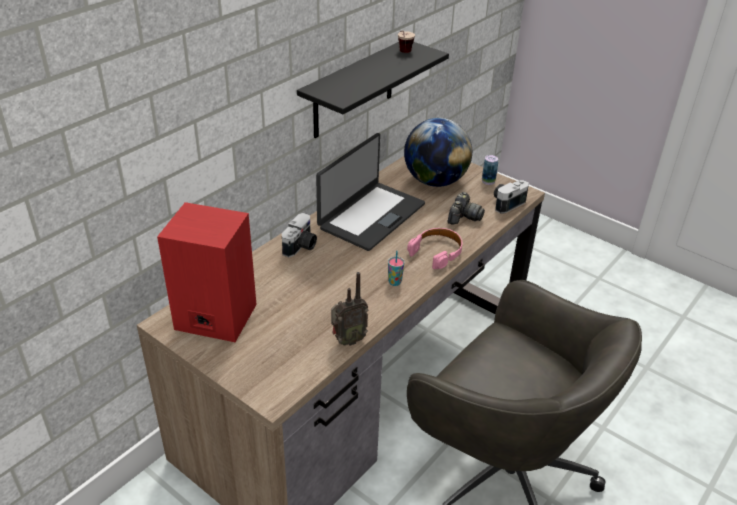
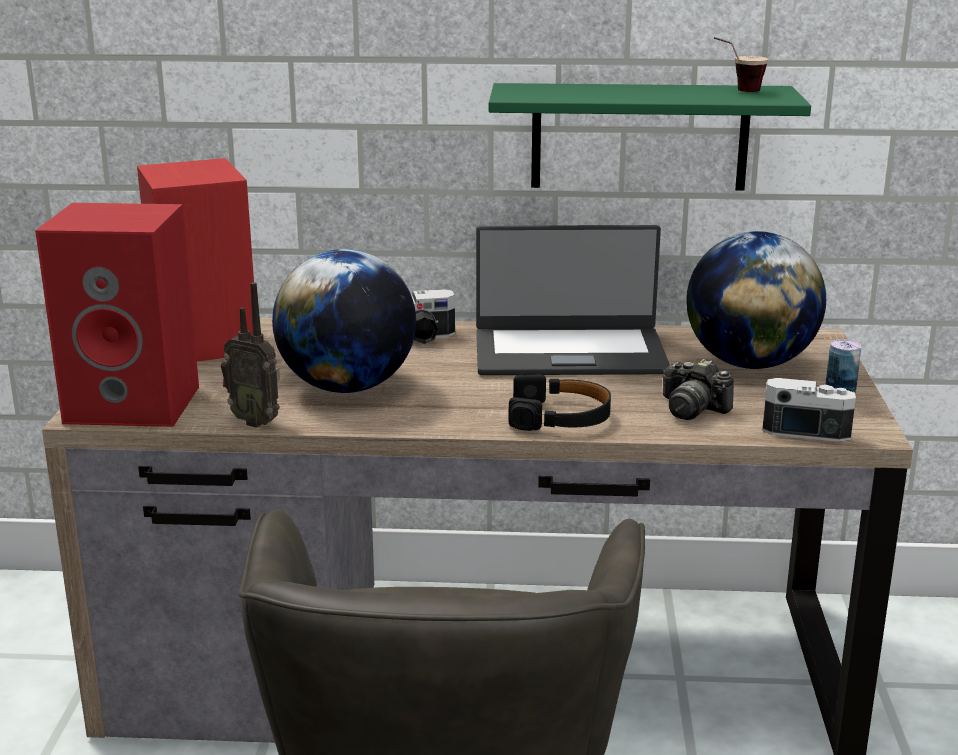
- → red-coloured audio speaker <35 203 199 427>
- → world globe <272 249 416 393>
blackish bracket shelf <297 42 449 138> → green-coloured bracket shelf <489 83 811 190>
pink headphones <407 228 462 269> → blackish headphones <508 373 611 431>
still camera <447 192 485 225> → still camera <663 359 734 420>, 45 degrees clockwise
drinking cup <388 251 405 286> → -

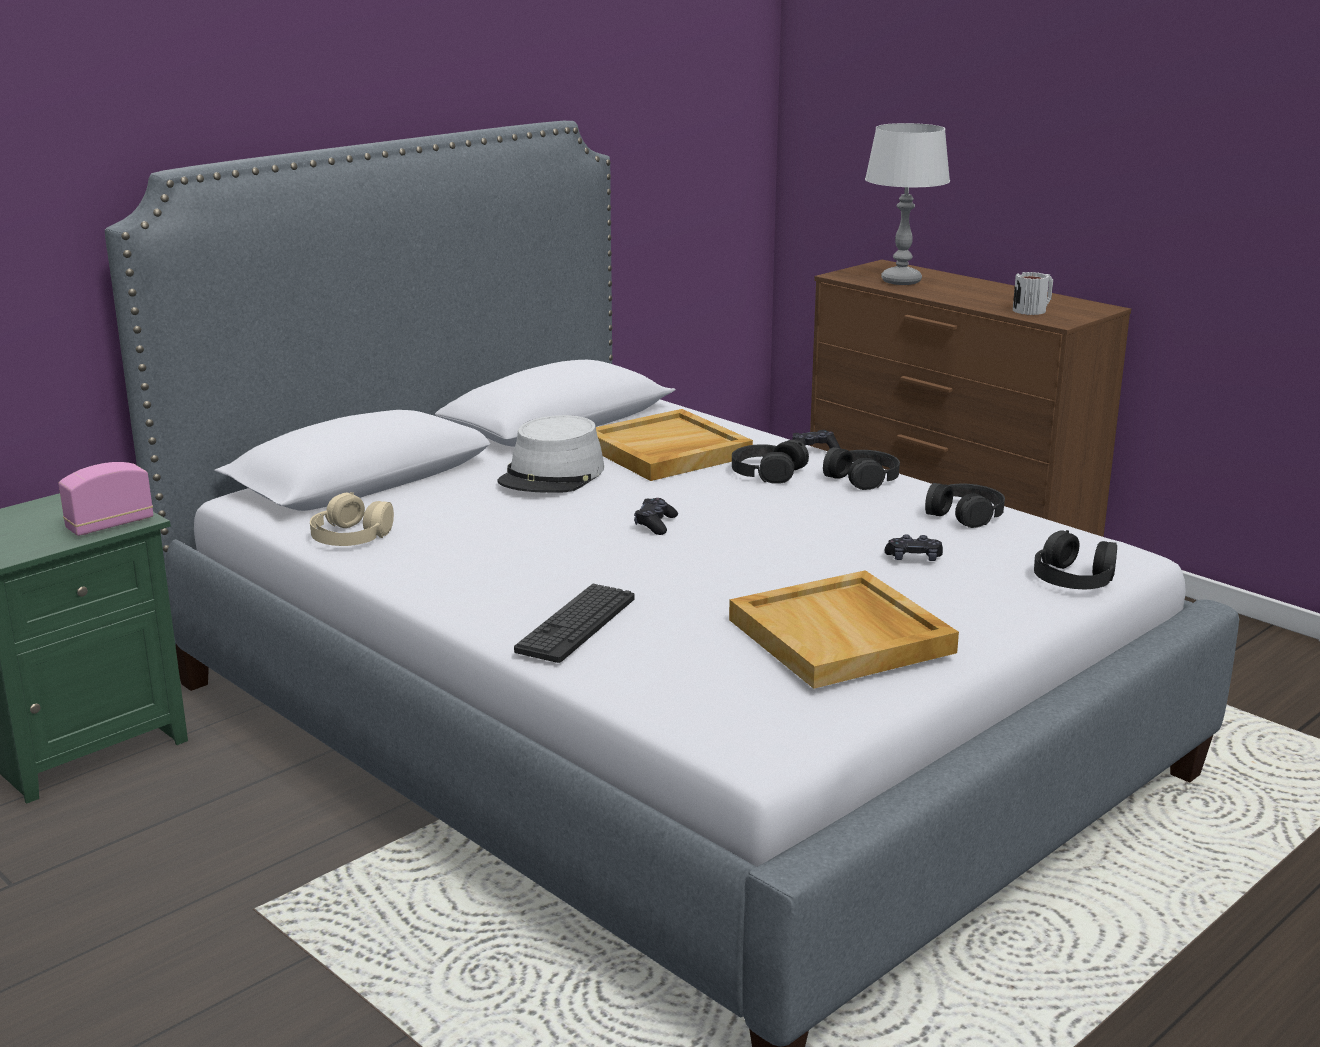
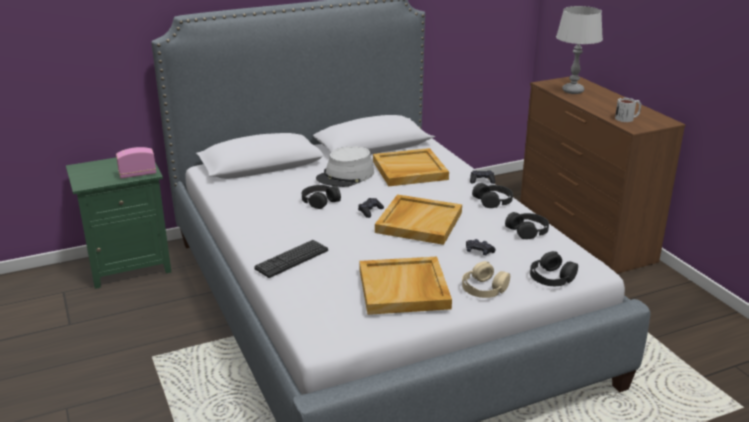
blackish headphones <732 440 809 484> → blackish headphones <302 185 341 209>, moved
- → beige-coloured tray <375 194 462 245>
beige-coloured headphones <310 492 394 546> → beige-coloured headphones <462 261 510 298>, moved

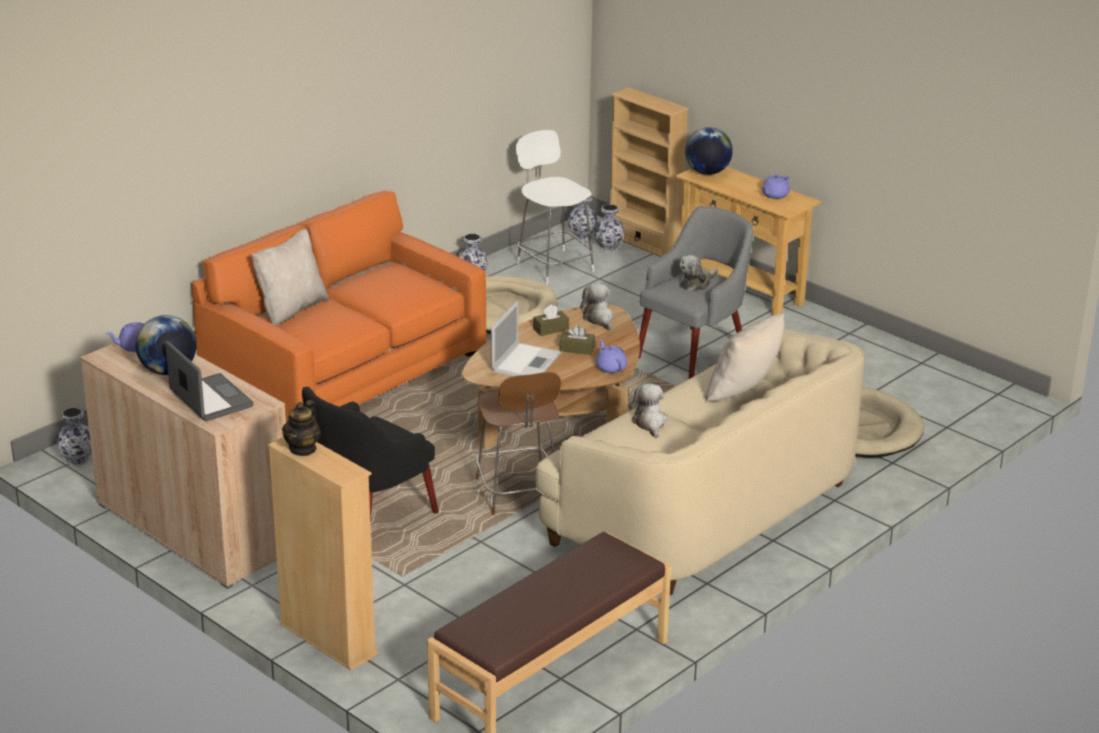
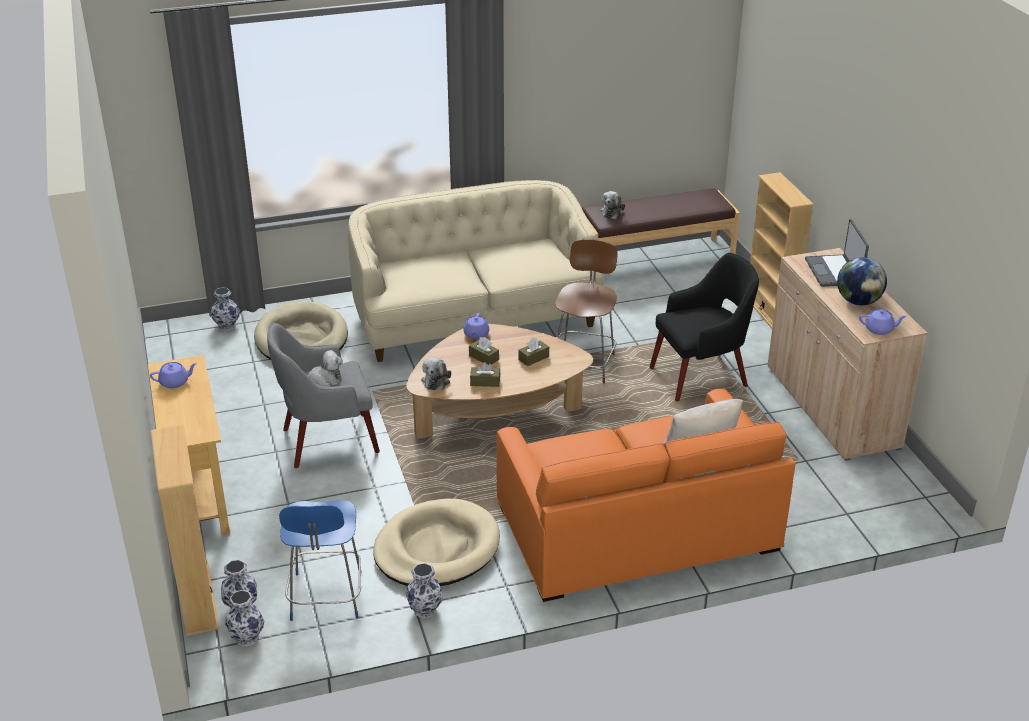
decorative vase <57 407 92 466> → decorative vase <211 287 240 331>, moved
whitish sitting stool <516 130 594 285> → blue-coloured sitting stool <279 500 362 621>
laptop <491 301 561 376> → brown tissue holder <518 338 549 366>
cuddly toy <629 384 667 438> → cuddly toy <600 191 625 219>, moved
pot for tea <282 400 321 456> → -
world globe <685 127 733 175> → -
beige-coloured pillow <705 313 784 402> → -

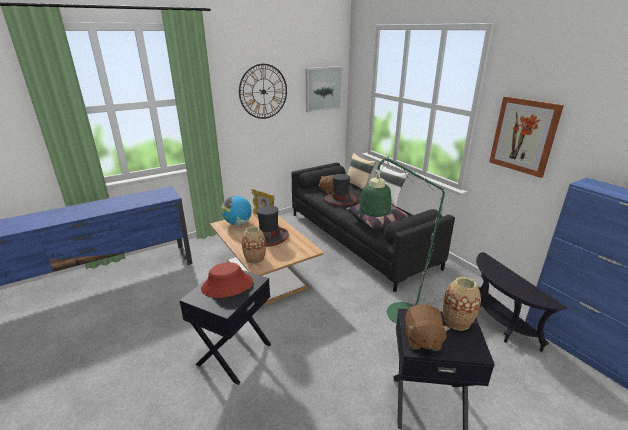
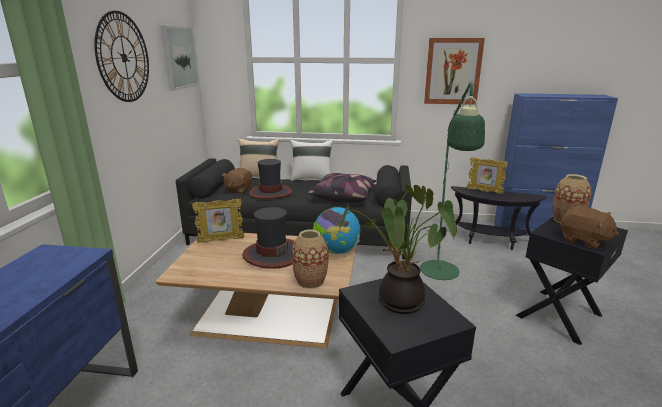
world globe <222 196 252 226> → world globe <313 207 360 254>, moved
red-coloured clothing hat <201 262 253 298> → houseplant <338 184 457 314>
- → standing frame <467 158 508 194>

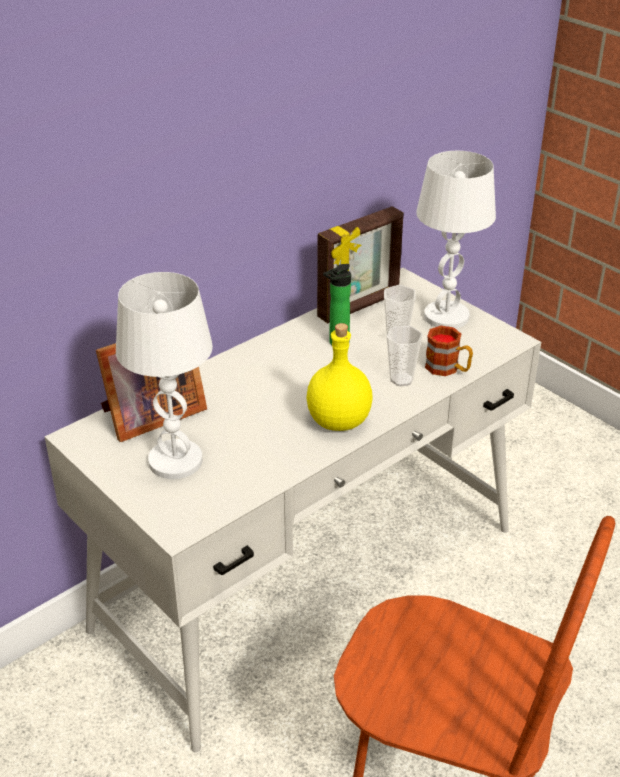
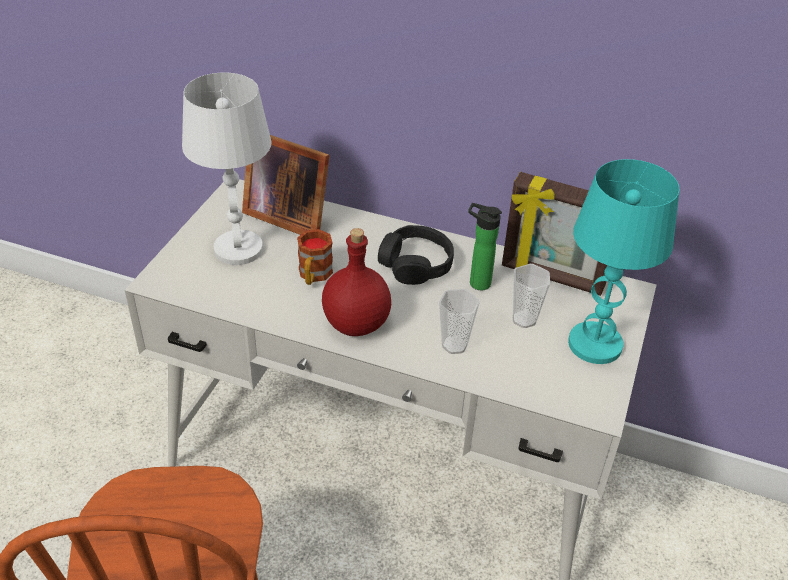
mug <425 326 473 376> → mug <297 229 333 285>, moved
yellowish beverage bottle <306 323 373 431> → red-coloured beverage bottle <322 228 391 336>
- → blackish headphones <378 225 454 285>
whitish tabletop lamp <416 151 496 329> → turquoise-coloured tabletop lamp <568 159 679 364>

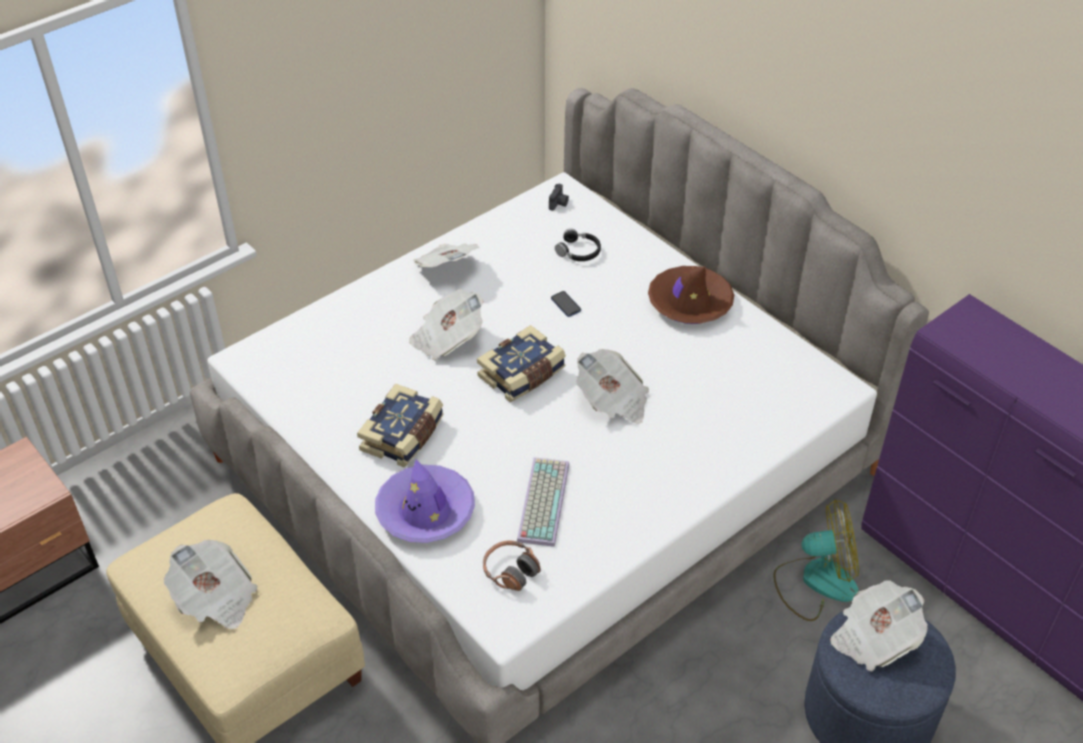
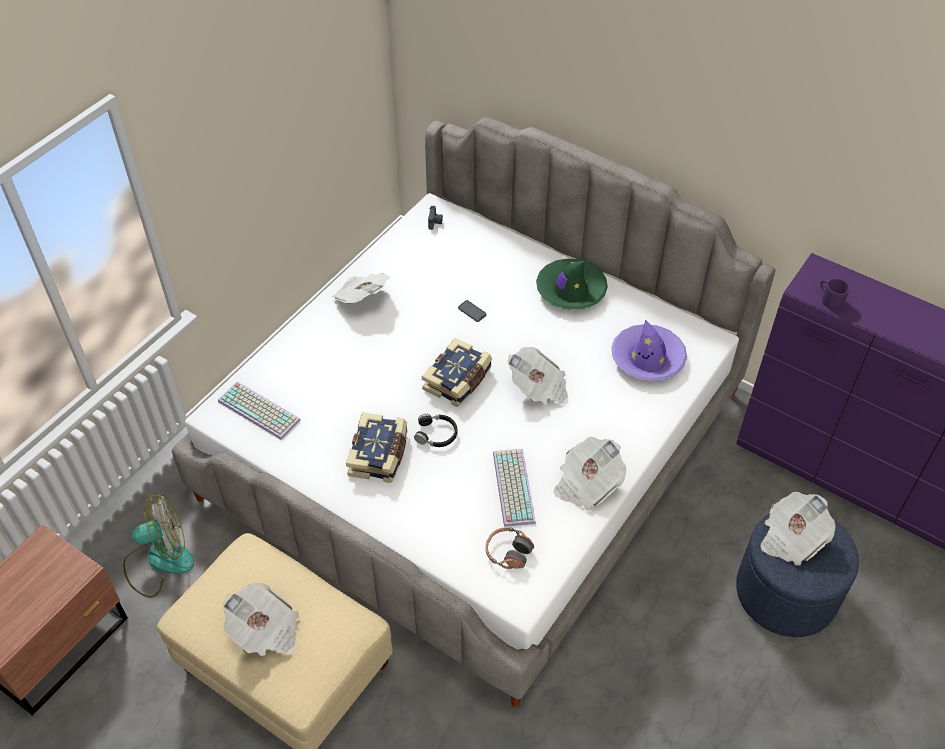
cooling fan <773 499 859 621> → cooling fan <123 494 194 598>, moved
- → keyboard <218 381 301 440>
blackish headphones <555 229 601 261> → blackish headphones <414 414 457 447>, moved
brown clothing hat <648 266 734 324> → green-coloured clothing hat <536 259 608 310>
daily paper <409 289 484 360> → daily paper <554 437 626 511>, moved
purplish clothing hat <375 460 475 543> → purplish clothing hat <611 320 687 381>, moved
- → purplish mug <820 279 850 309>

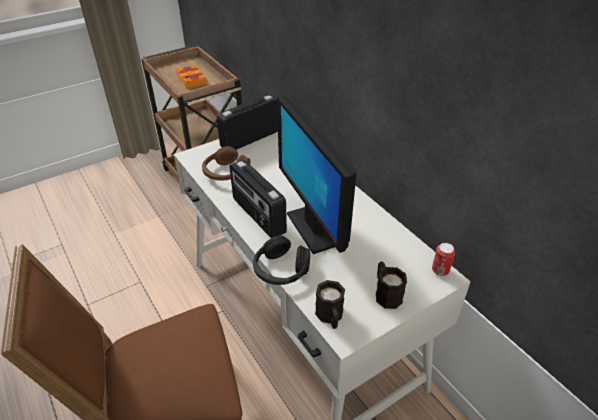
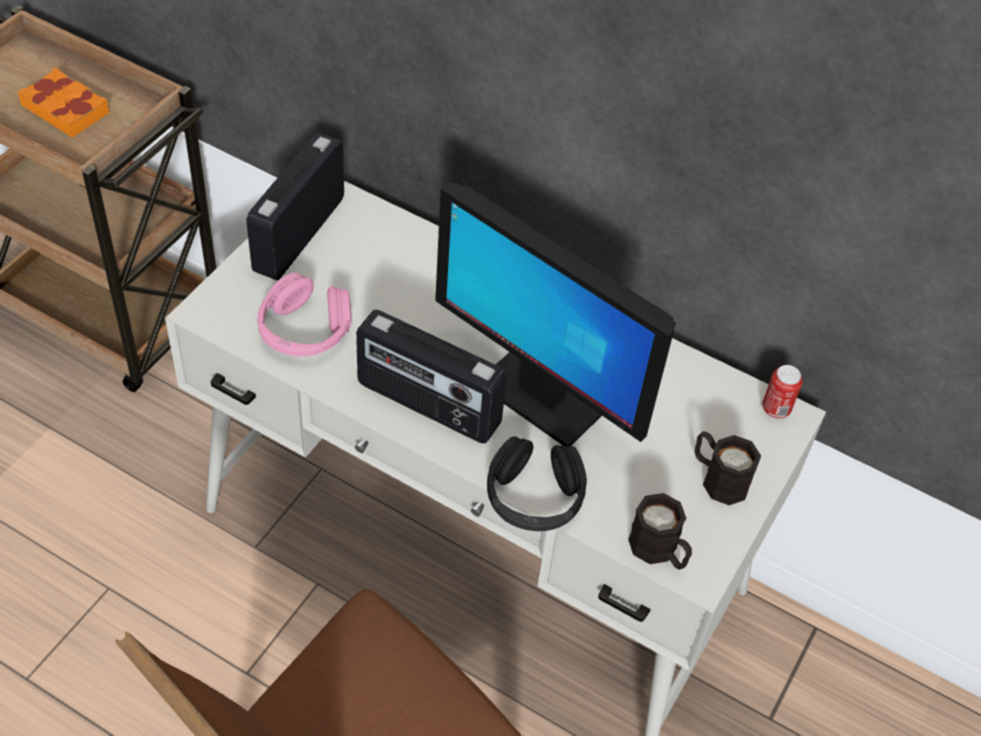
brown headphones <202 146 250 181> → pink headphones <258 273 351 356>

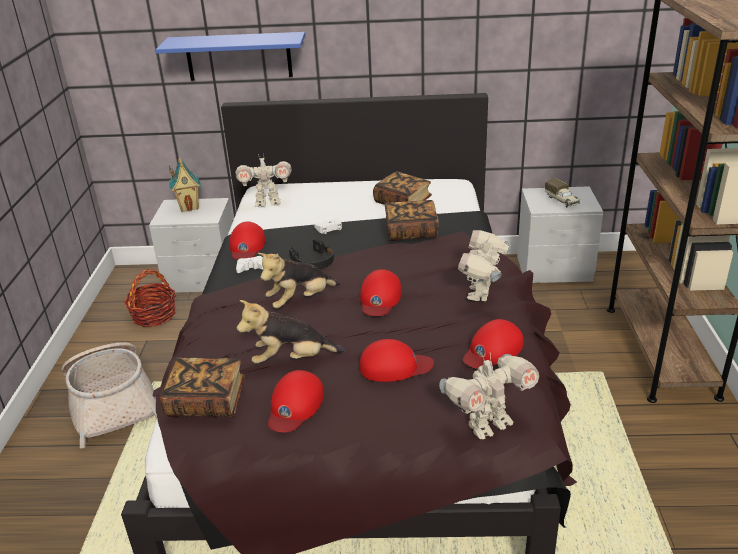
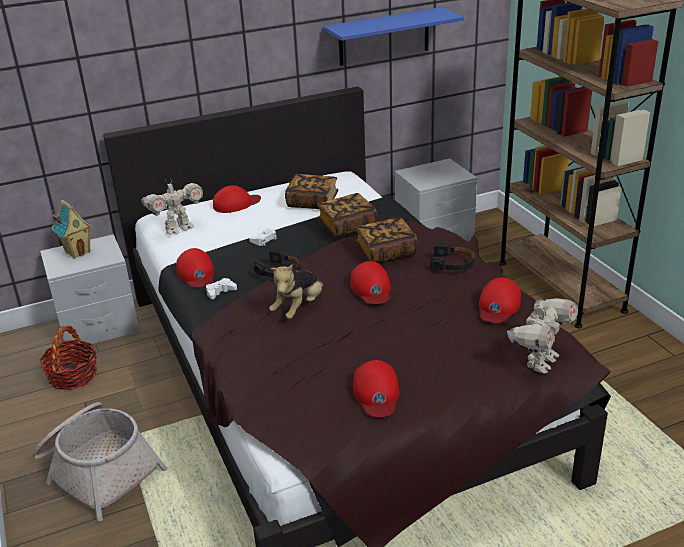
red-coloured peaked cap <359 339 434 382> → red-coloured peaked cap <213 185 261 213>, moved
blue-coloured bracket shelf <155 32 305 81> → blue-coloured bracket shelf <323 7 464 66>, moved
book <160 358 245 418> → book <355 217 418 263>, moved
toy robot <458 230 511 301> → blackish headphones <431 244 475 271>
cuddly toy <237 300 345 364> → -
model truck <545 178 580 207> → -

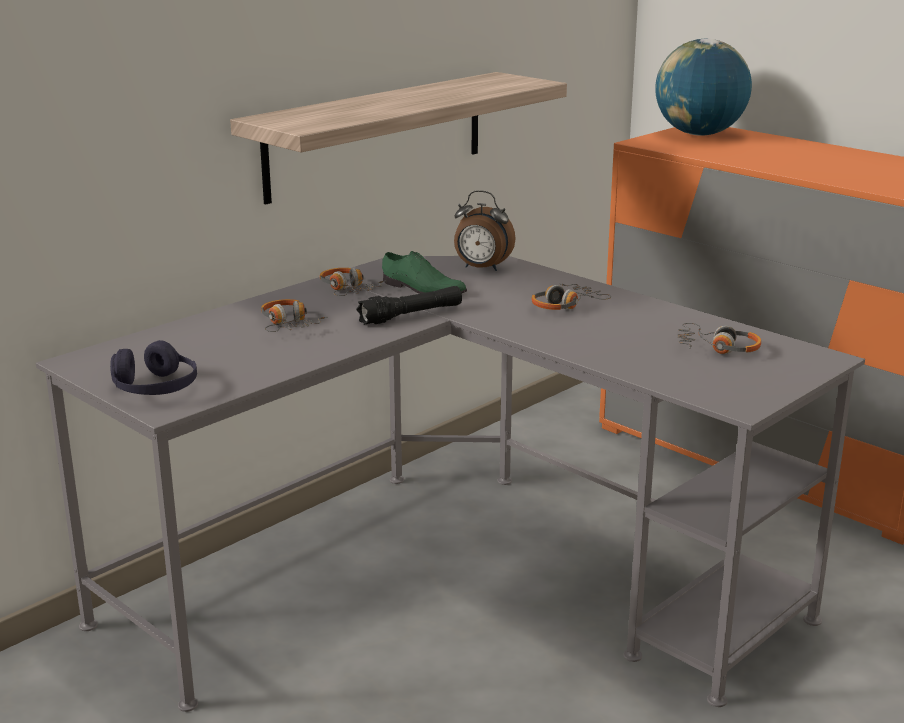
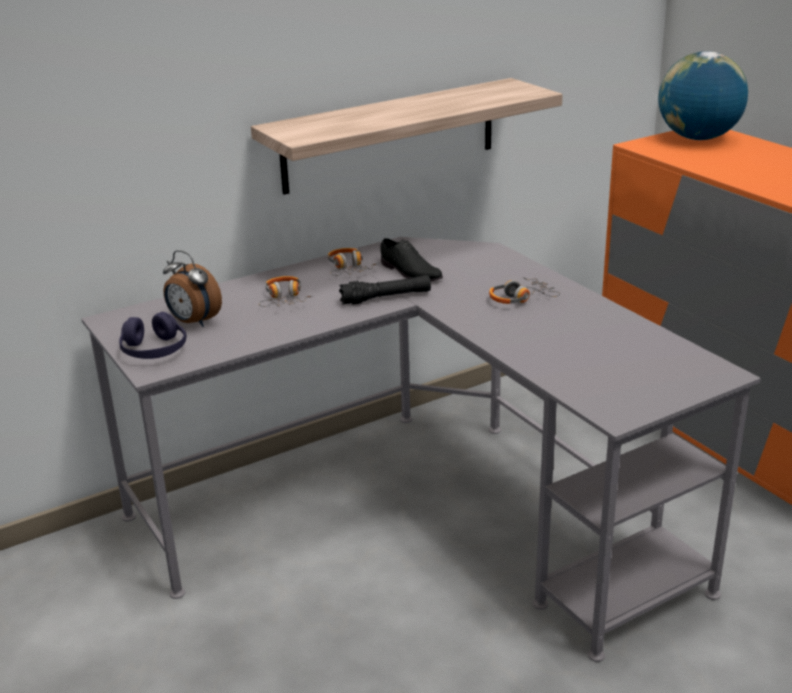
table clock <454 190 516 271> → table clock <163 250 222 327>, moved
green-coloured low shoe <382 251 467 294> → blackish low shoe <380 238 443 281>
headphones <678 323 761 354> → -

